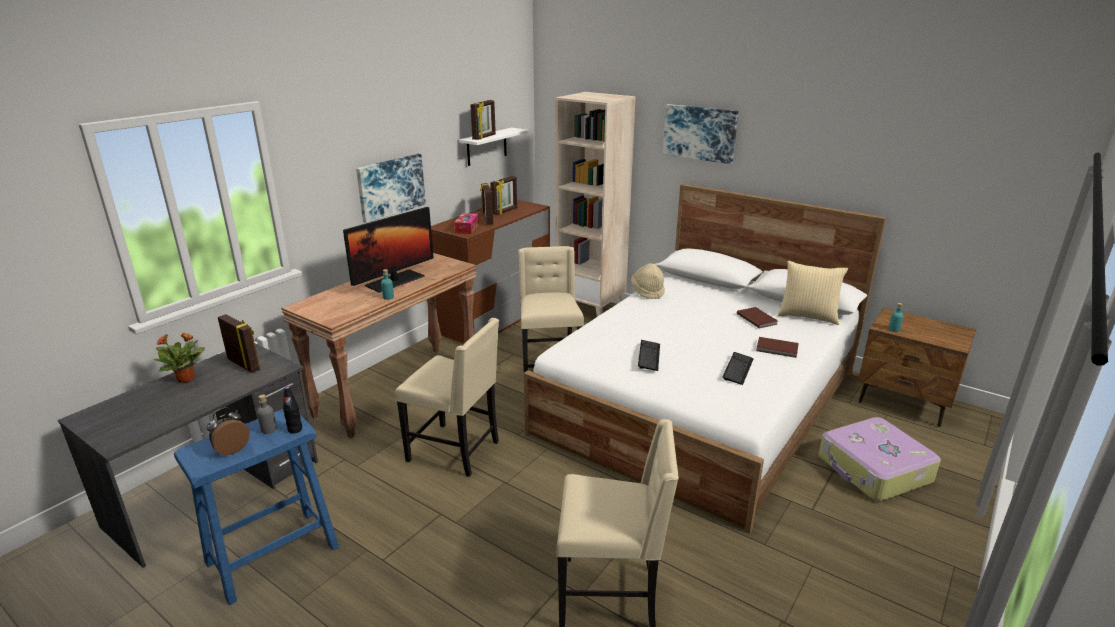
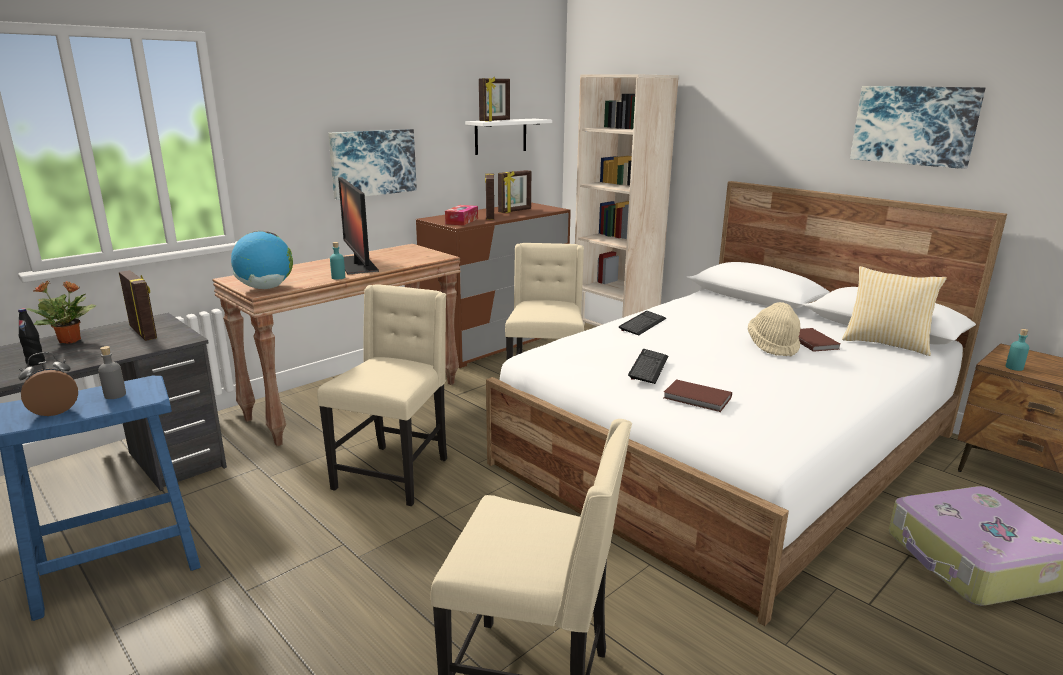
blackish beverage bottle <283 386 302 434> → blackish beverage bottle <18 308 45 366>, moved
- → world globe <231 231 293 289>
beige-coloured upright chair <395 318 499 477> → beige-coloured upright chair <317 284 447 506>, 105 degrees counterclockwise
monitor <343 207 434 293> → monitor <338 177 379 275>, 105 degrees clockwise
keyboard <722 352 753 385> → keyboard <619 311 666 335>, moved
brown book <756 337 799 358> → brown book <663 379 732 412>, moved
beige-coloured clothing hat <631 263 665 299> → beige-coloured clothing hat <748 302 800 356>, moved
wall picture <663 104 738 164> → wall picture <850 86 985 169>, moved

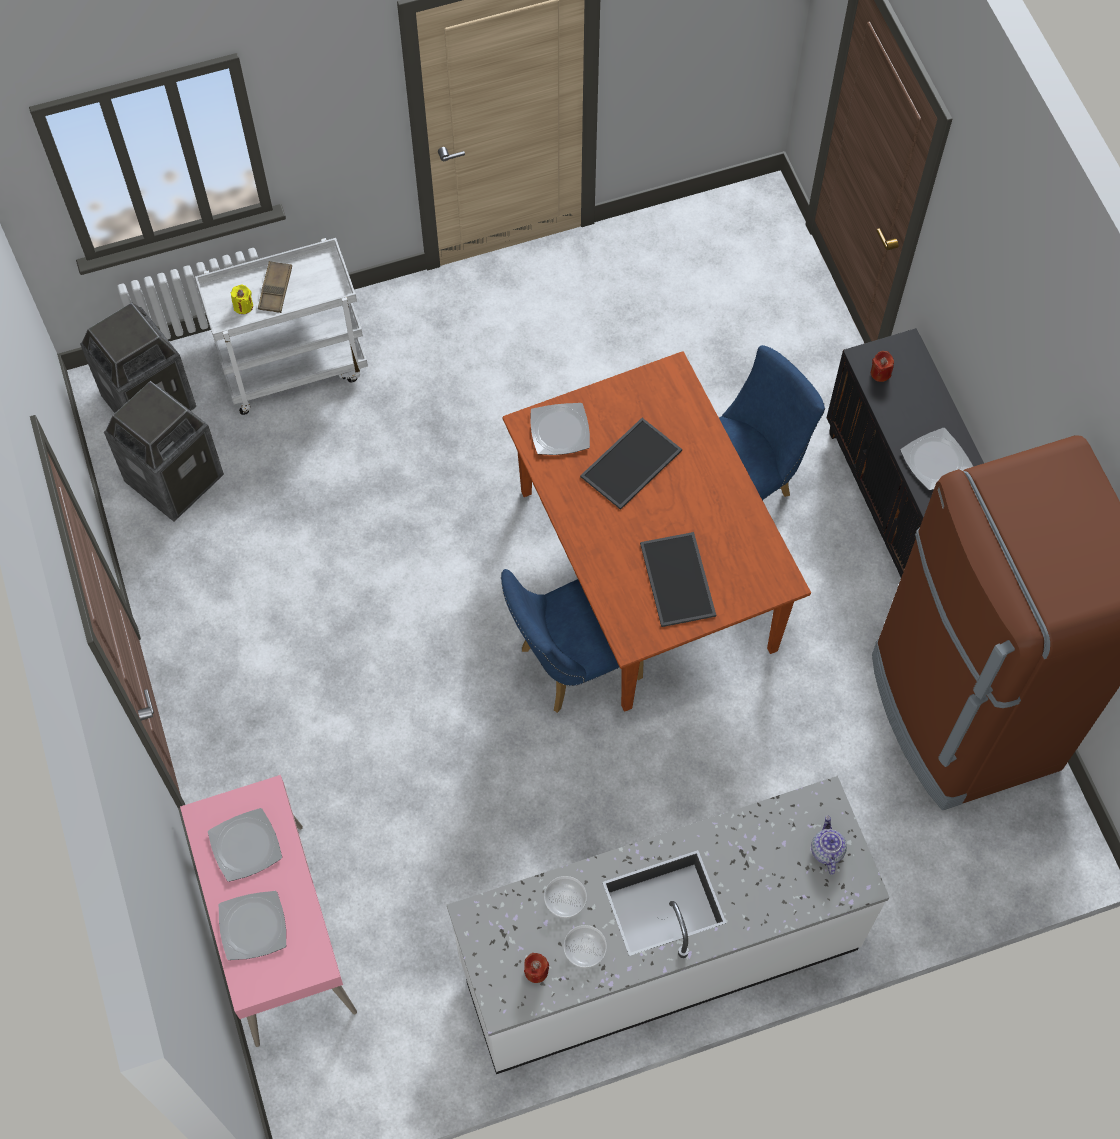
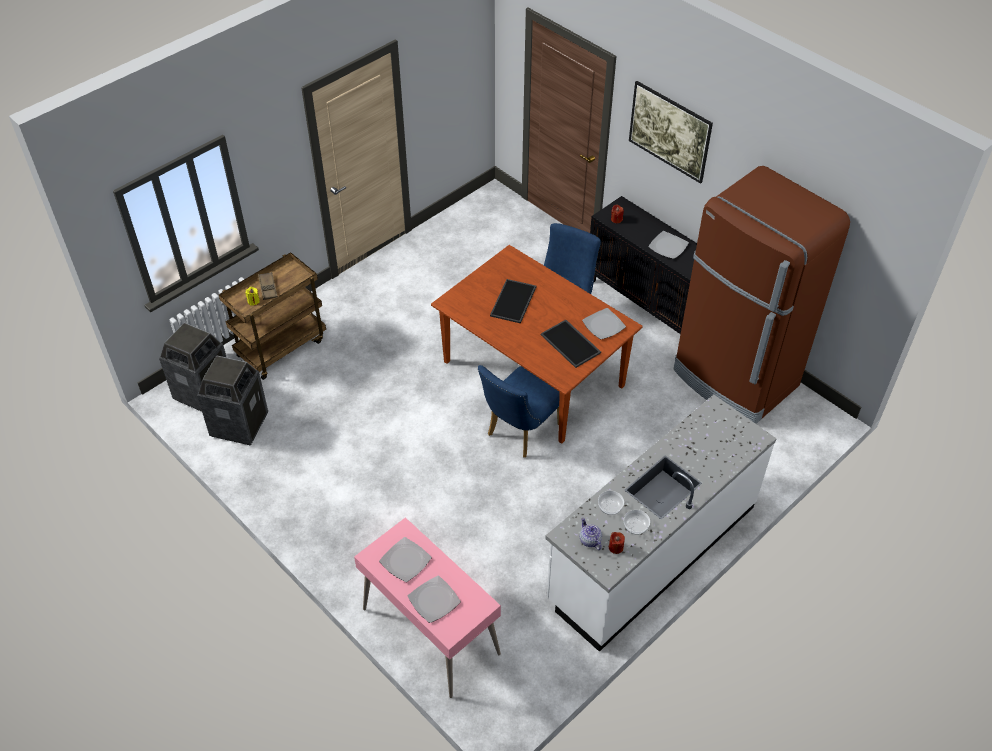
whitish wheeled cart <195 238 368 415> → brown wheeled cart <219 252 326 380>
pot for tea <811 815 847 875> → pot for tea <580 517 602 550>, moved
flat dish <531 403 590 455> → flat dish <582 308 626 339>, moved
- → wall picture <629 81 713 184>

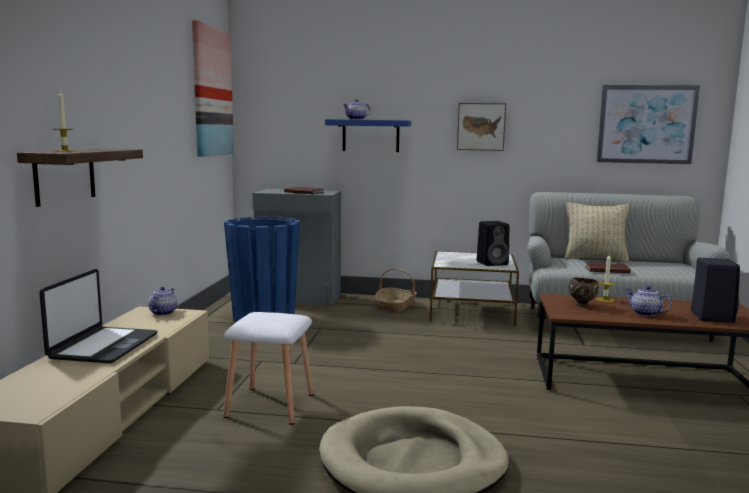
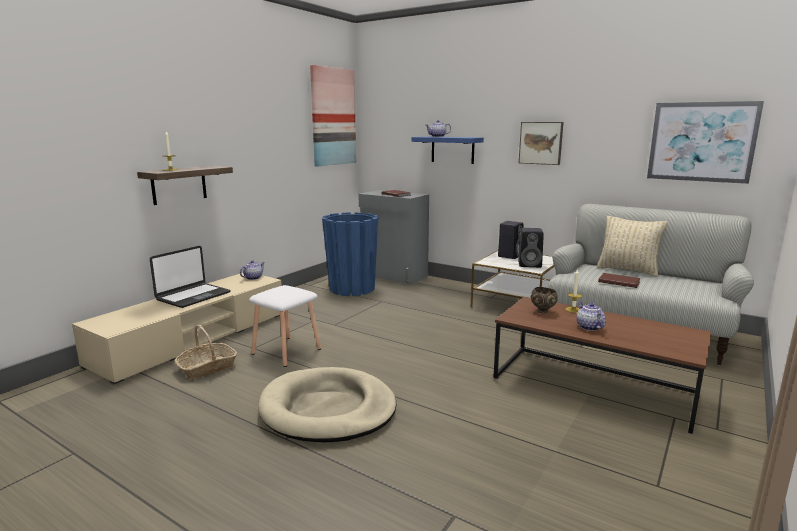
storage basket <375 268 417 312> → storage basket <174 325 237 379>, moved
blackish audio speaker <691 258 740 323> → blackish audio speaker <498 221 523 259>, moved

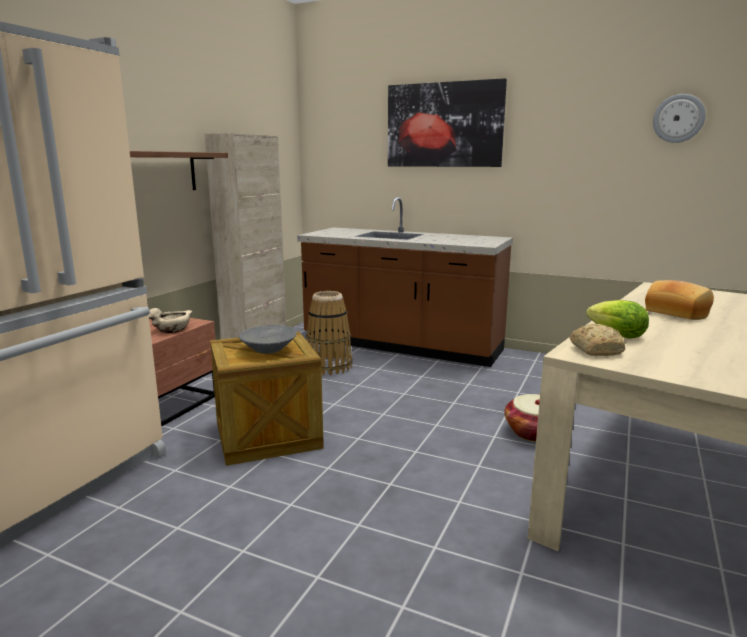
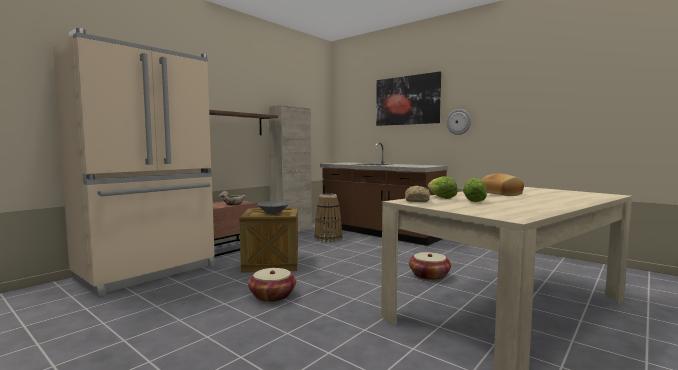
- → storage basket <248 268 296 302>
hanging clock <653 94 706 143> → hanging clock <446 109 471 135>, moved
- → head of lettuce <463 178 487 202>

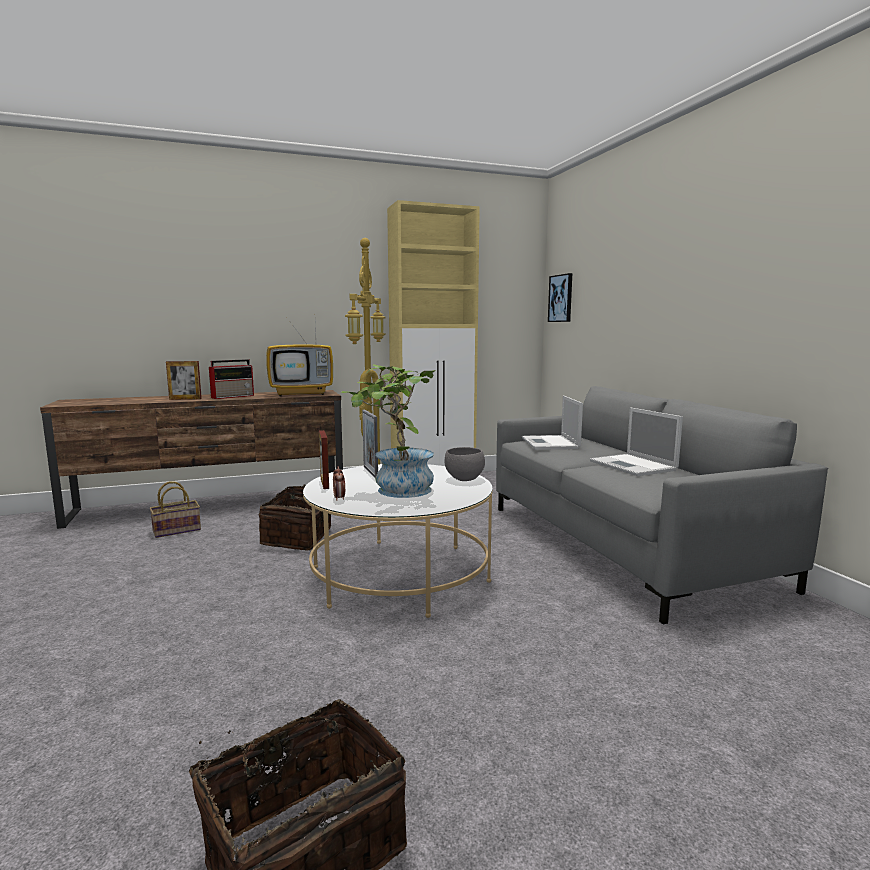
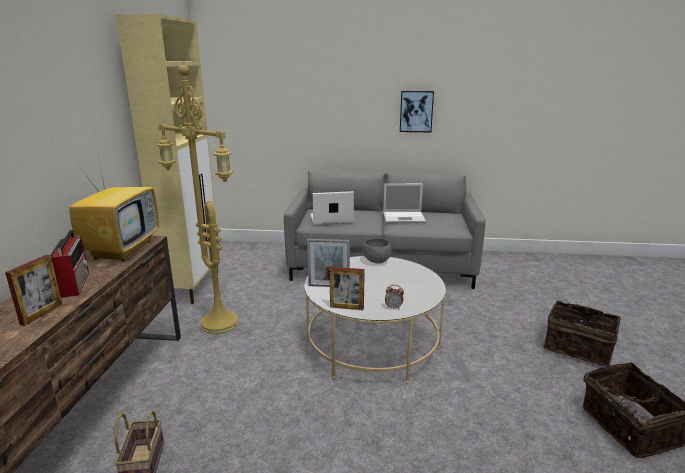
laptop <522 396 583 450> → laptop <310 191 354 225>, 150 degrees clockwise
wall picture <548 273 572 322> → wall picture <400 91 434 132>, moved
storage basket <259 485 331 550> → storage basket <543 299 620 367>, moved
houseplant <341 364 436 498> → -

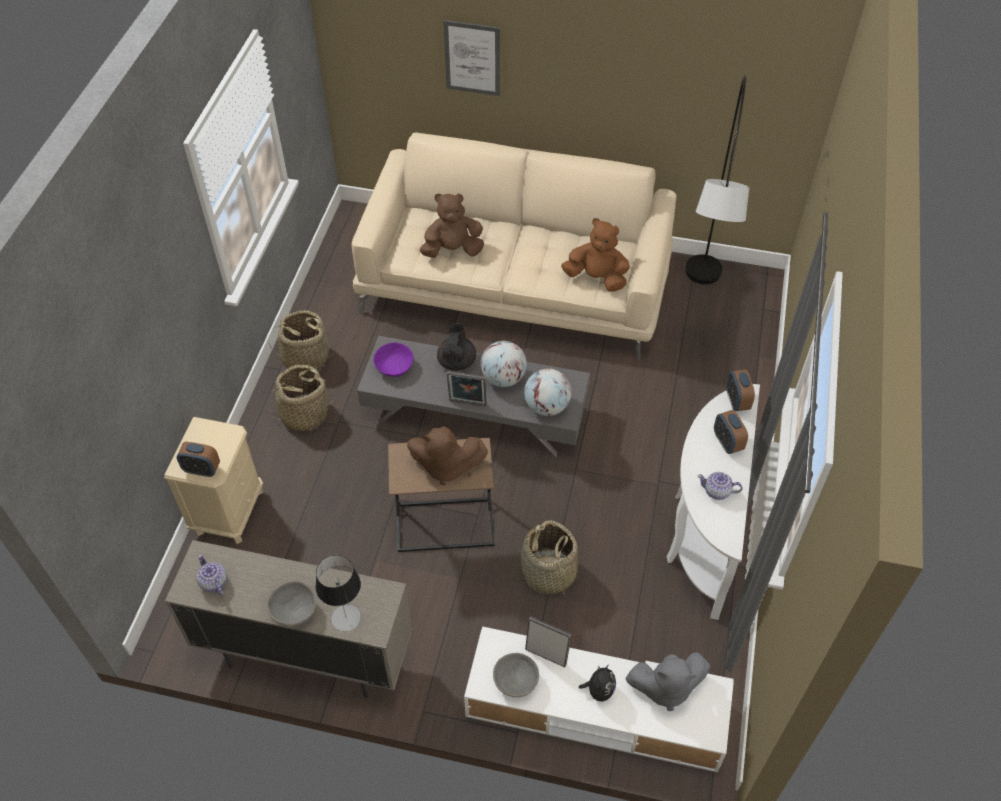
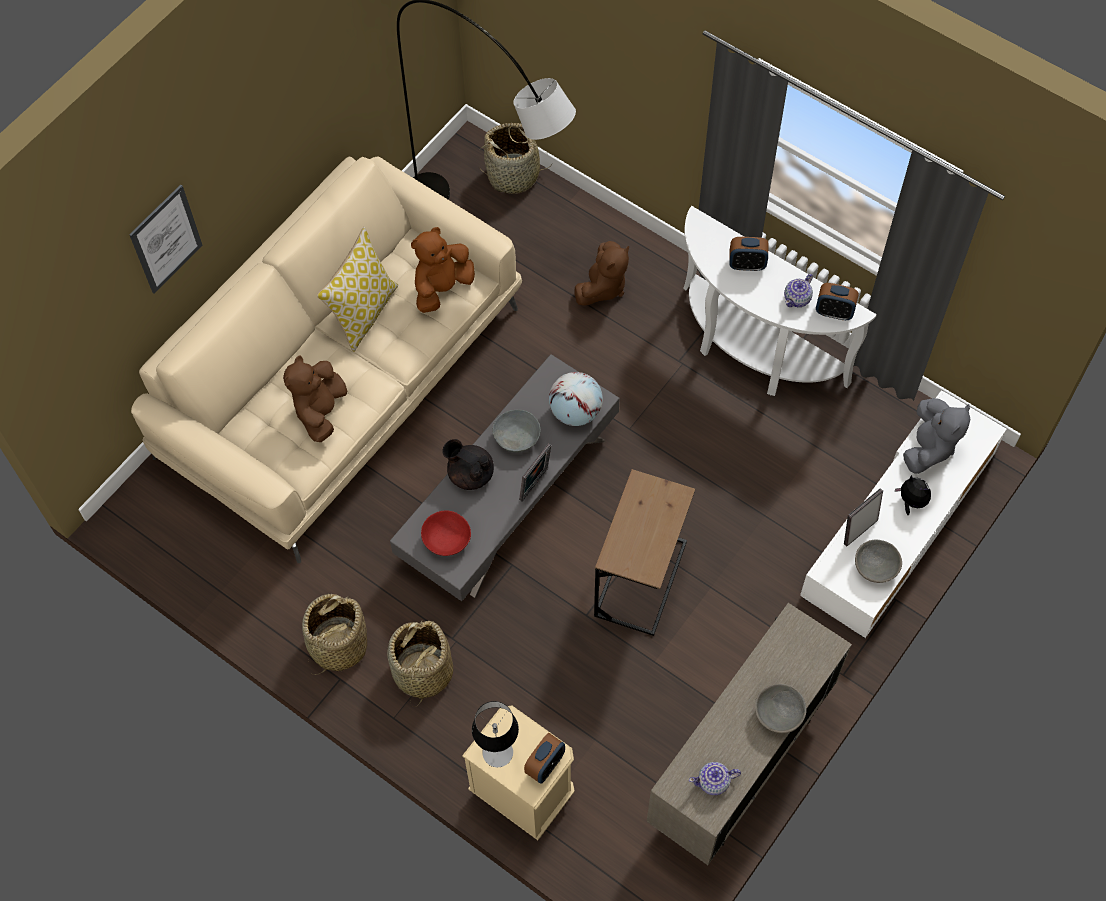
- → pillow <317 227 398 352>
purplish bowl <373 343 414 377> → red-coloured bowl <421 511 471 556>
tabletop lamp <316 555 361 631> → tabletop lamp <472 701 519 767>, moved
storage basket <521 520 578 597> → storage basket <480 123 549 194>, moved
world globe <480 341 527 387> → gray bowl <492 410 541 453>
brown cuddly toy <407 426 488 485> → brown cuddly toy <574 241 629 305>, moved
table clock <726 370 755 411> → table clock <816 283 859 320>, moved

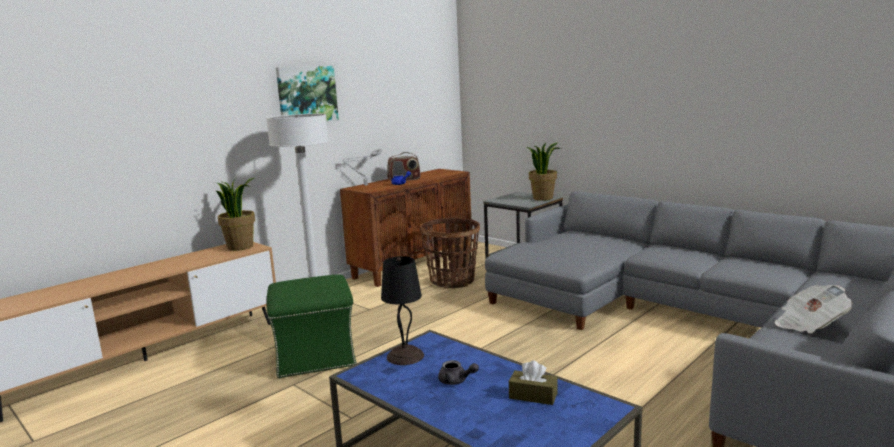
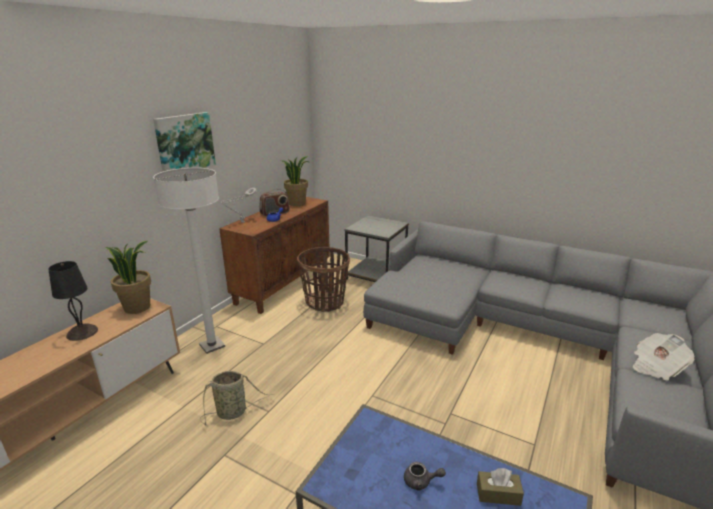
blackish tabletop lamp <381 256 424 365> → blackish tabletop lamp <48 261 98 341>, moved
green-coloured footrest <267 274 357 378> → storage basket <200 371 274 426>
houseplant <526 142 561 201> → houseplant <281 156 309 206>, moved

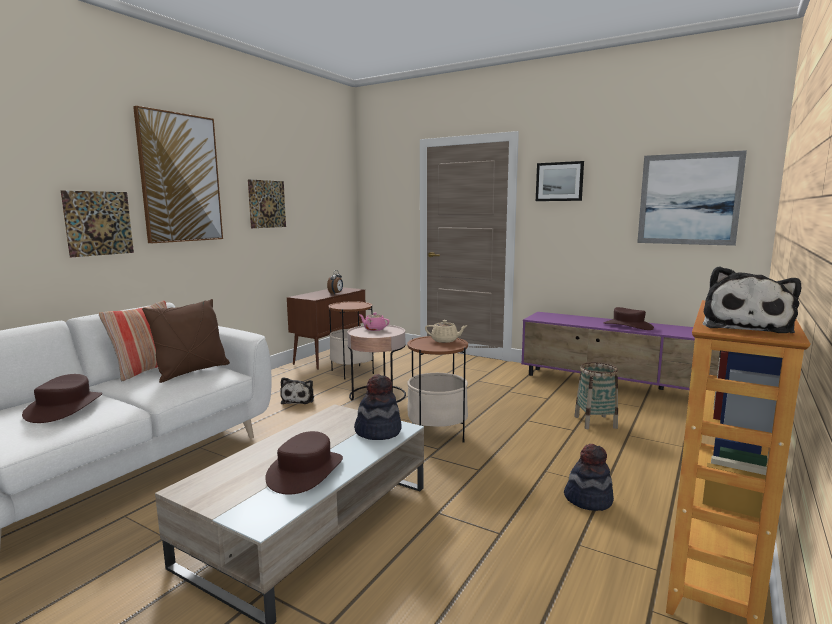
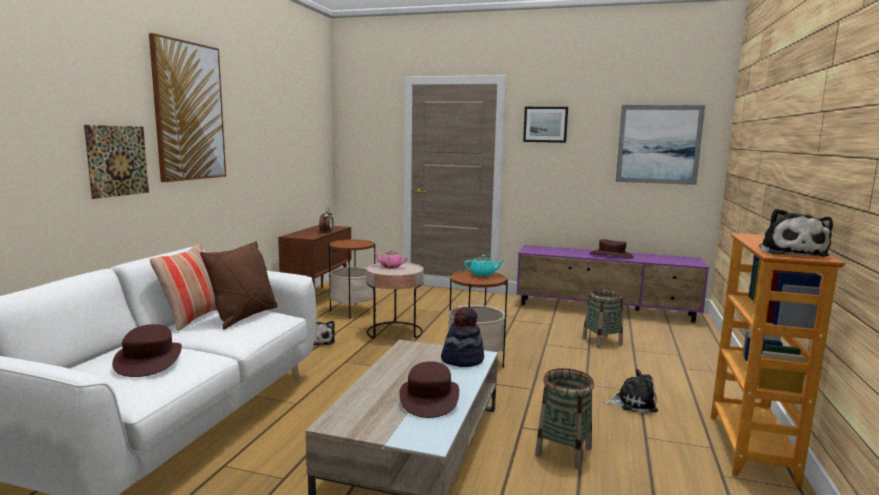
beige-coloured pot for tea <425 320 467 343> → turquoise-coloured pot for tea <464 255 504 276>
- → storage basket <535 368 594 469>
clothing hat <564 444 614 511> → cuddly toy <603 369 658 414>
wall picture <248 179 286 228> → -

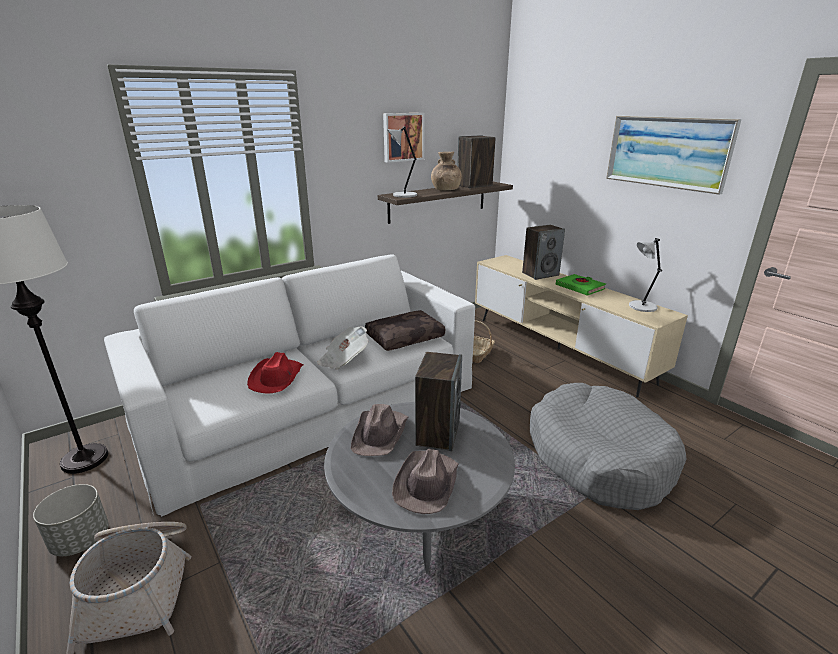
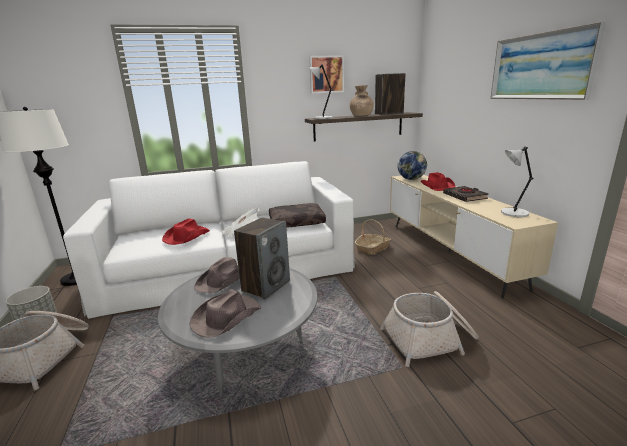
gray dog cushion <530 383 687 510> → storage basket <380 291 479 367>
- → world globe <397 151 427 180>
audio speaker <522 225 565 280> → red-coloured clothing hat <421 172 455 191>
green-coloured book <556 274 606 296> → blackish book <443 186 489 202>

